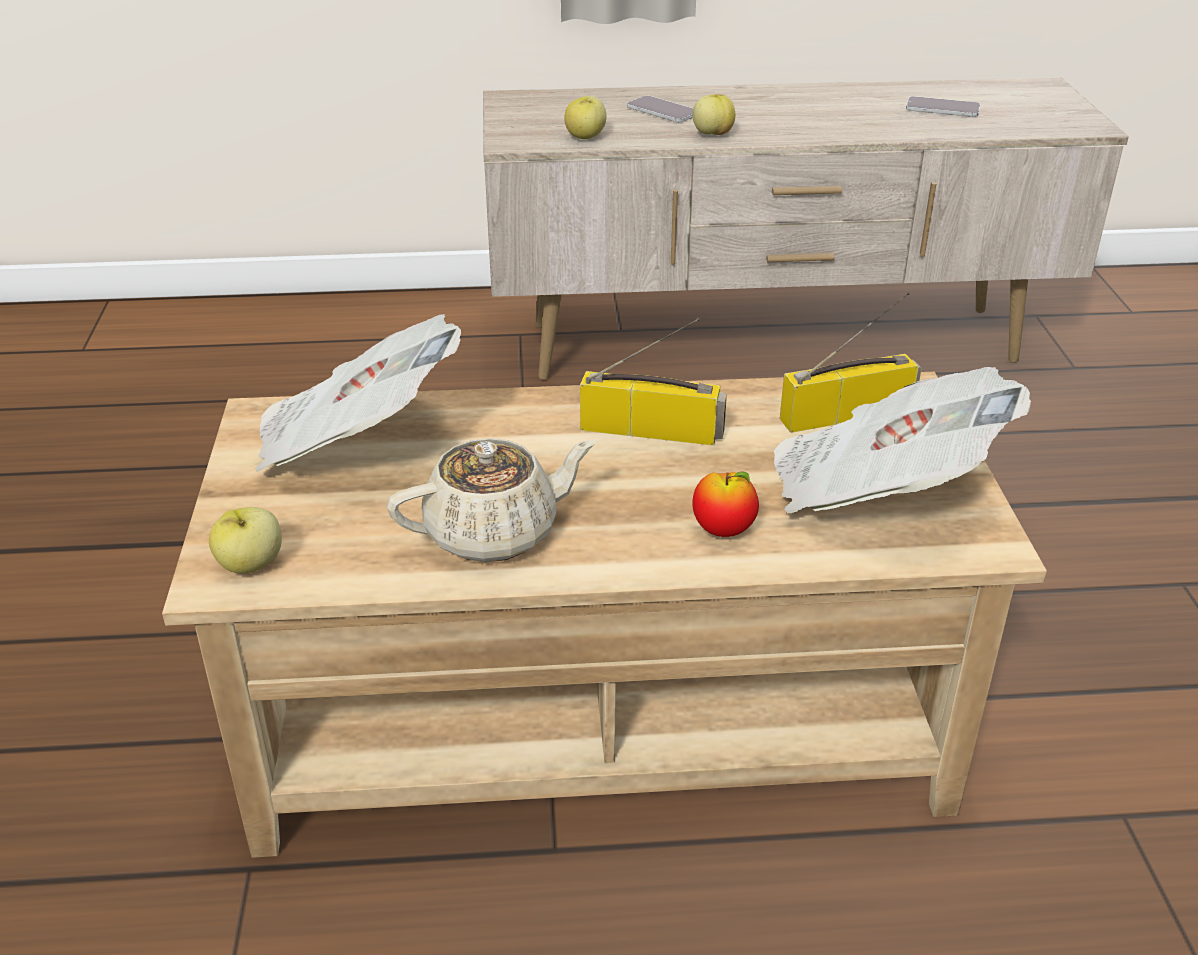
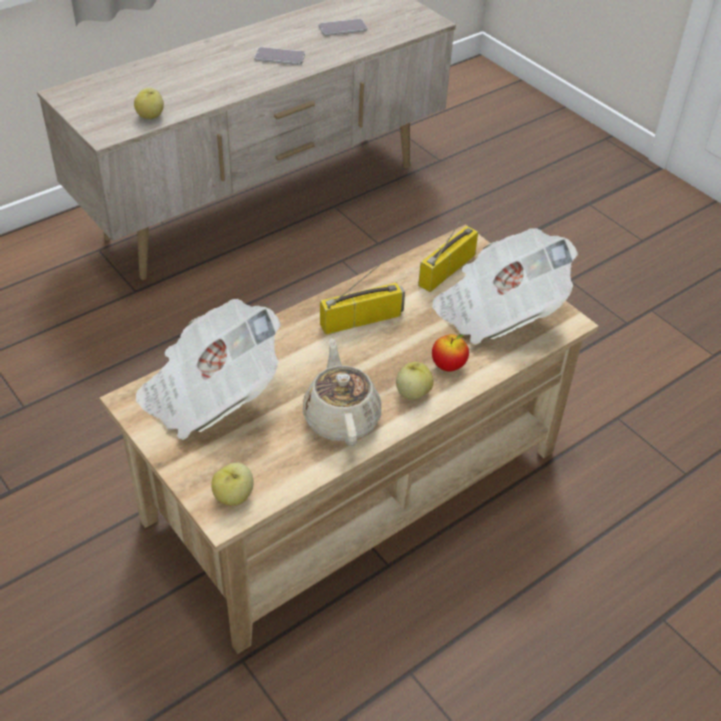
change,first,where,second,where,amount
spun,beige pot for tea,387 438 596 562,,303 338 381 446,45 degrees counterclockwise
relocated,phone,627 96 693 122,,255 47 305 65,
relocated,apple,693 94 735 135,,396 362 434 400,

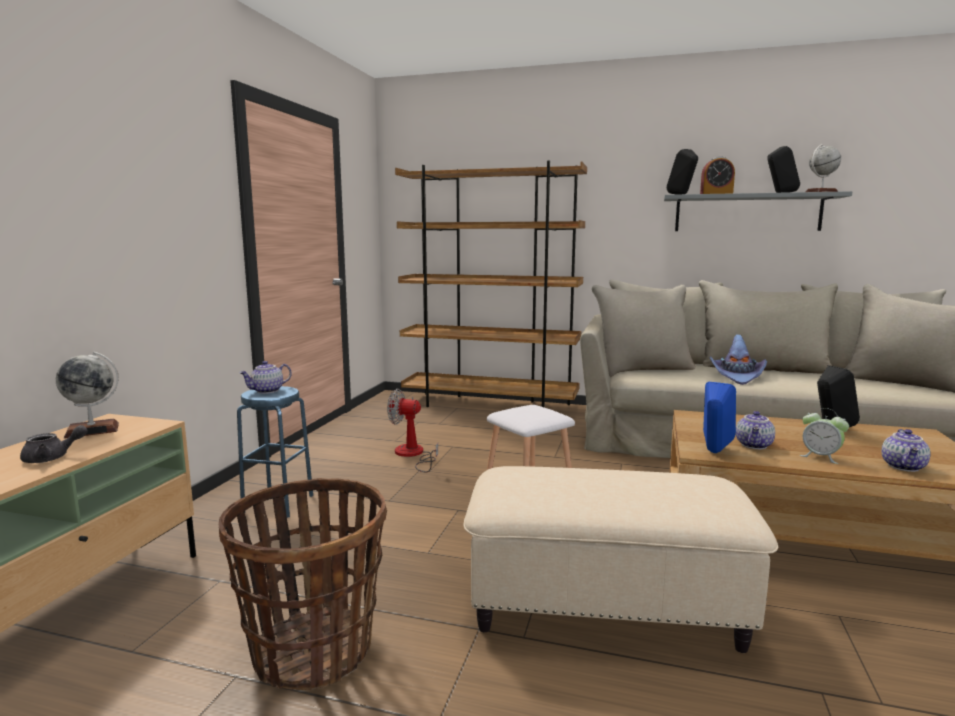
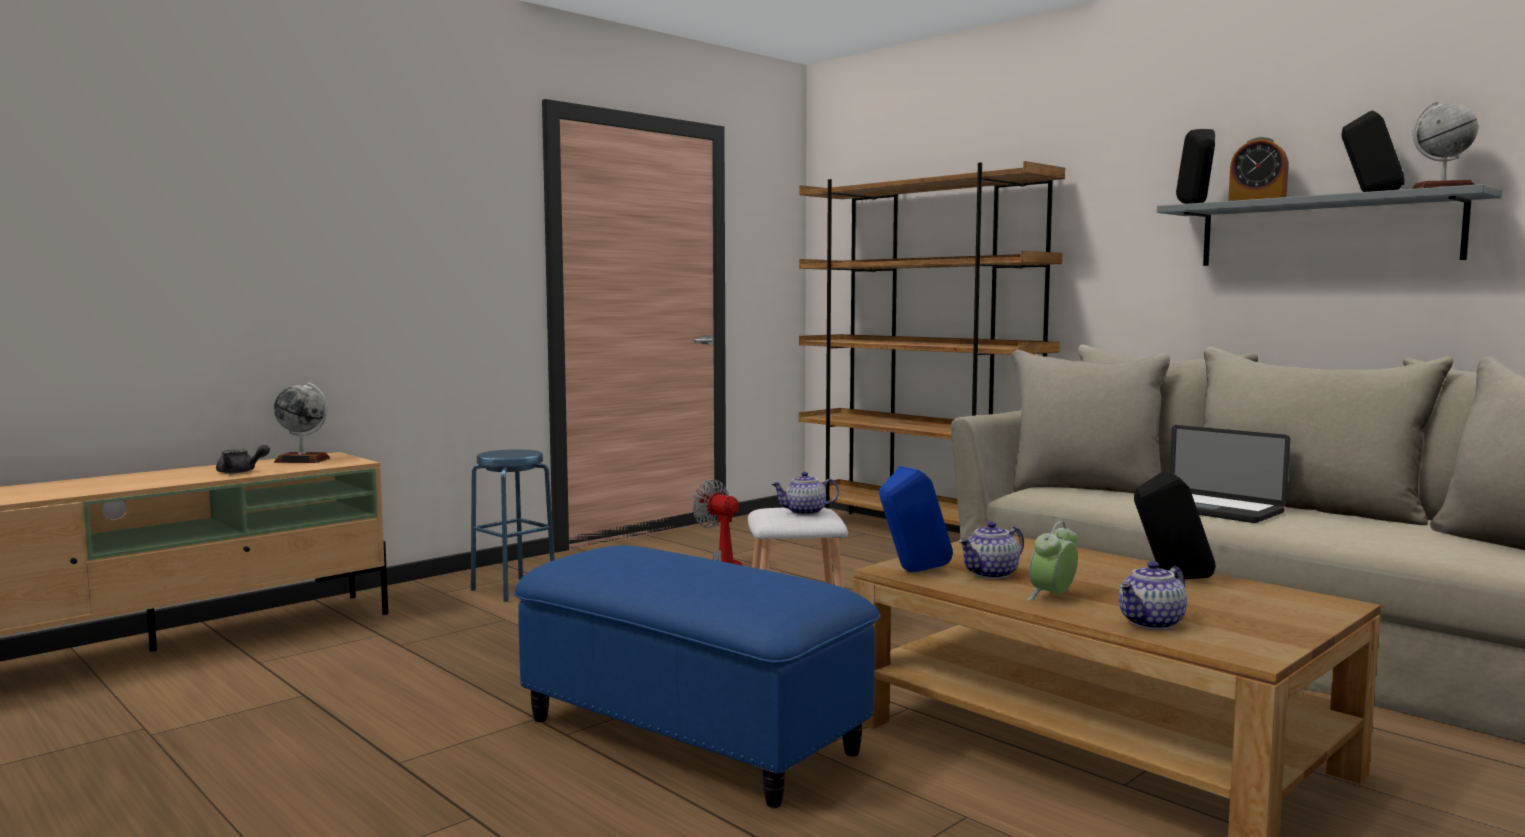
change,first,where,second,where,amount
missing,household basket,219 478 387 690,,,
relocated,pot for tea,240 361 292 394,,772 472 839 515,
colour,beige pouffe,463 466 779 653,bluish pouffe,514 545 880 808,
exchanged,purple-coloured clothing hat,709 335 767 385,laptop,1170 425 1290 523,
spun,table clock,800 408 849 464,,1027 521 1078 600,60 degrees clockwise

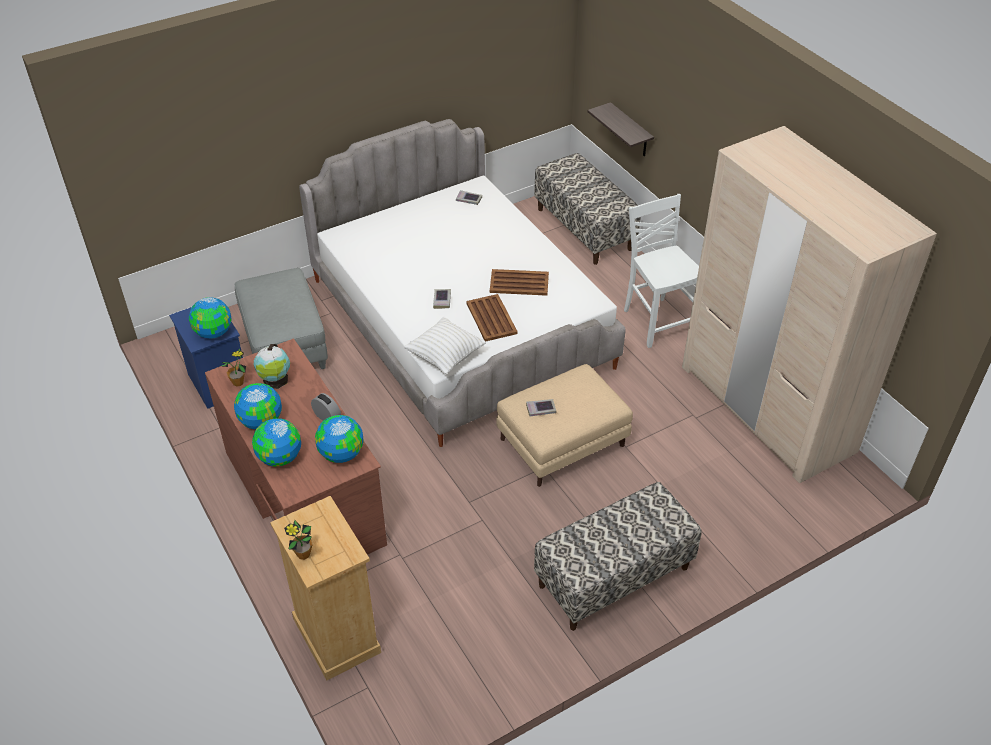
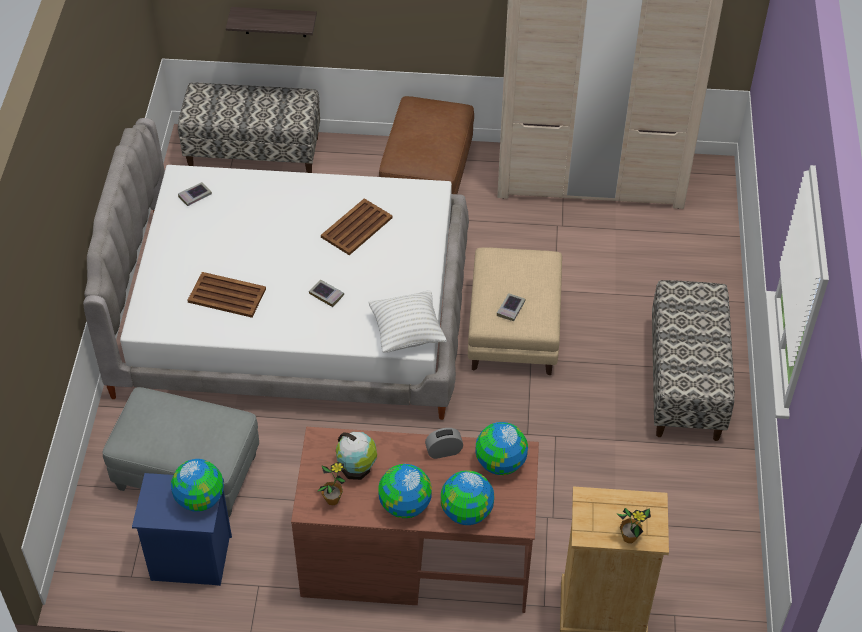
change,first,where,second,where,amount
relocated,brown-coloured carrying tray,466 294 518 342,,187 272 266 318,
exchanged,white-coloured plain chair,624 194 699 348,brown-coloured pouffe,379 96 474 194,

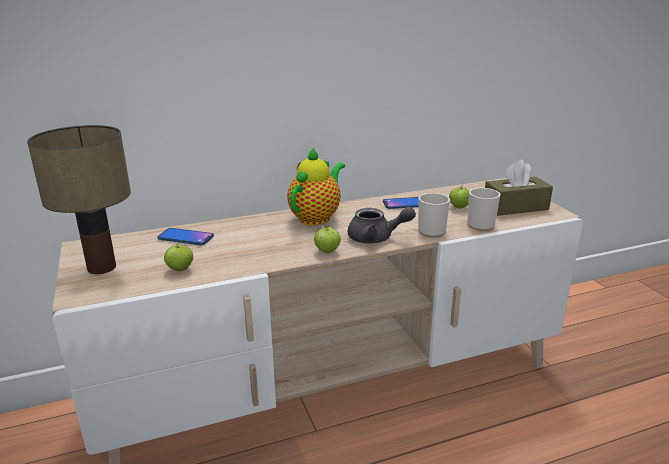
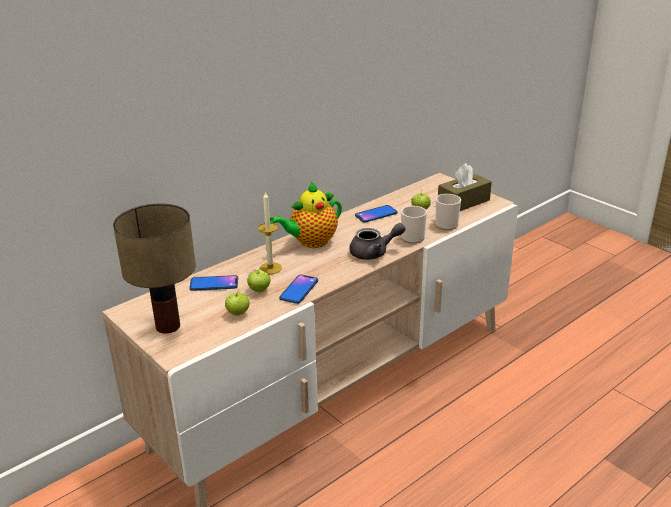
change,first,where,second,where,amount
spun,pot for tea,287 148 345 226,,270 182 342 248,135 degrees counterclockwise
relocated,apple,314 224 341 253,,247 269 270 292,
appeared,,,wax candle,258 191 282 274,
appeared,,,phone,279 275 318 304,

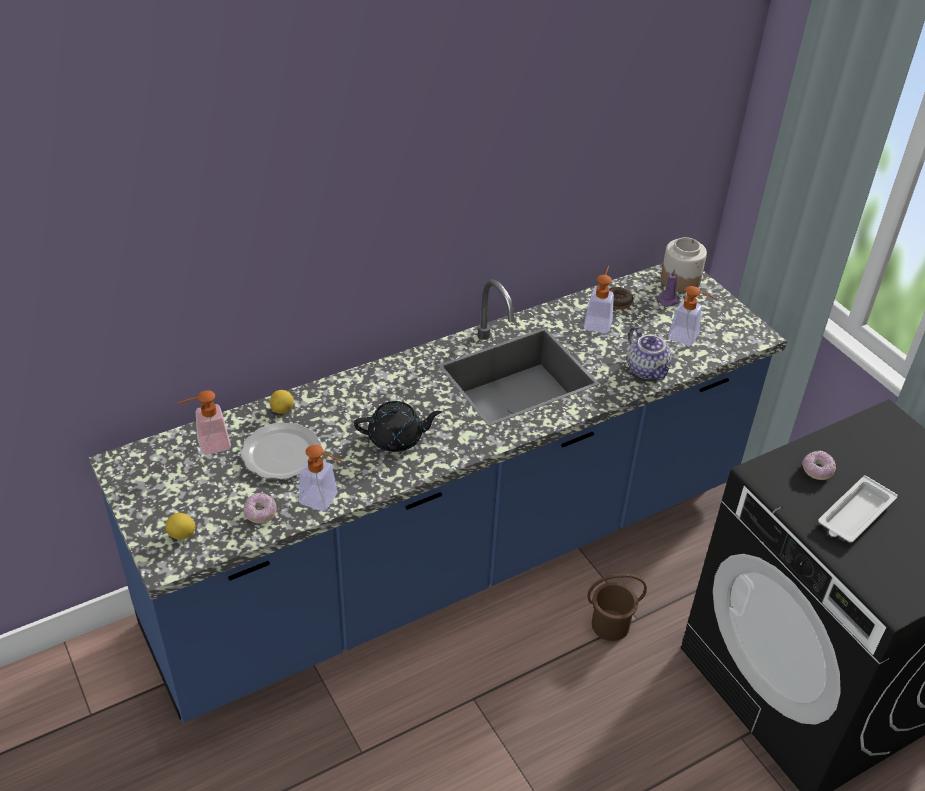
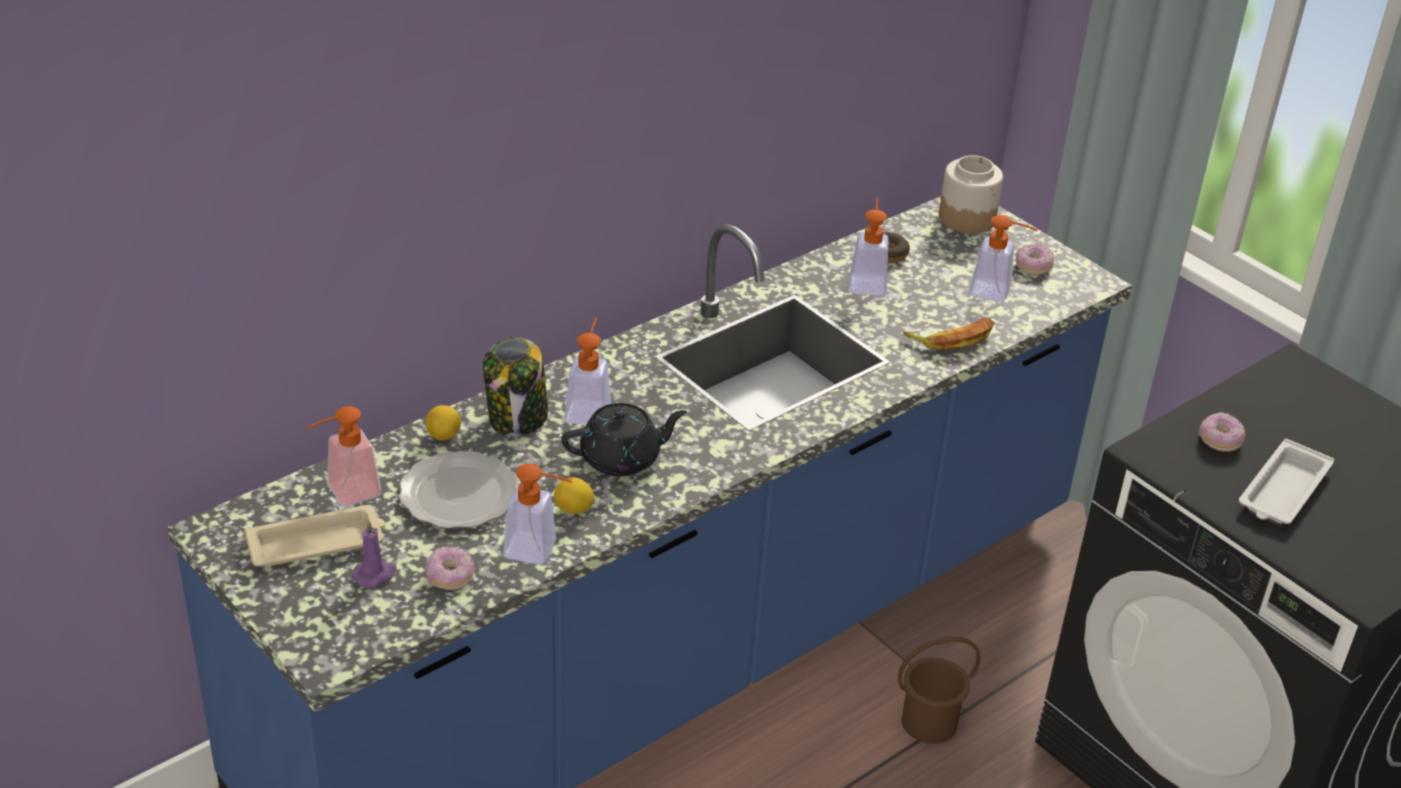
change,first,where,second,where,amount
relocated,lemon,165 513 196 539,,554 477 594 514,
exchanged,pot for tea,627 326 673 380,whole banana,903 317 994 350,
relocated,purple-coloured wax candle,657 269 680 306,,352 520 397 588,
appeared,,,beige carrying tray,244 505 385 566,
appeared,,,preserve jar,483 337 548 437,
appeared,,,soap bottle,565 318 611 425,
appeared,,,doughnut,1016 244 1054 275,

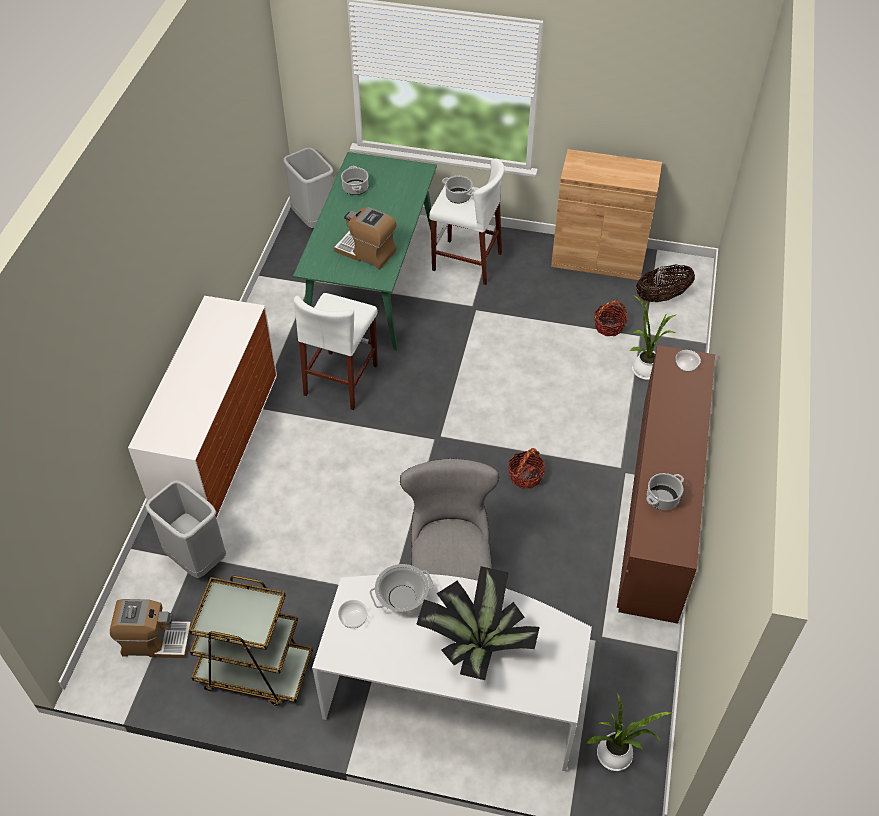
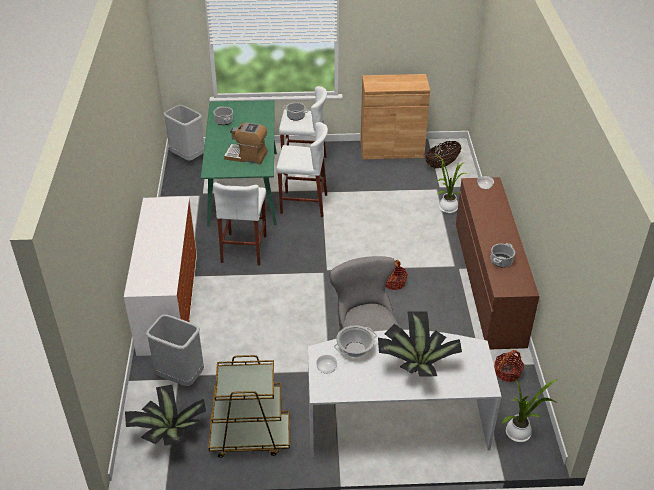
change,first,where,second,where,amount
exchanged,coffee maker,110 599 191 658,houseplant,125 385 206 446,
relocated,household basket,594 300 628 336,,494 350 524 382,
appeared,,,white-coloured sitting stool,277 122 328 217,

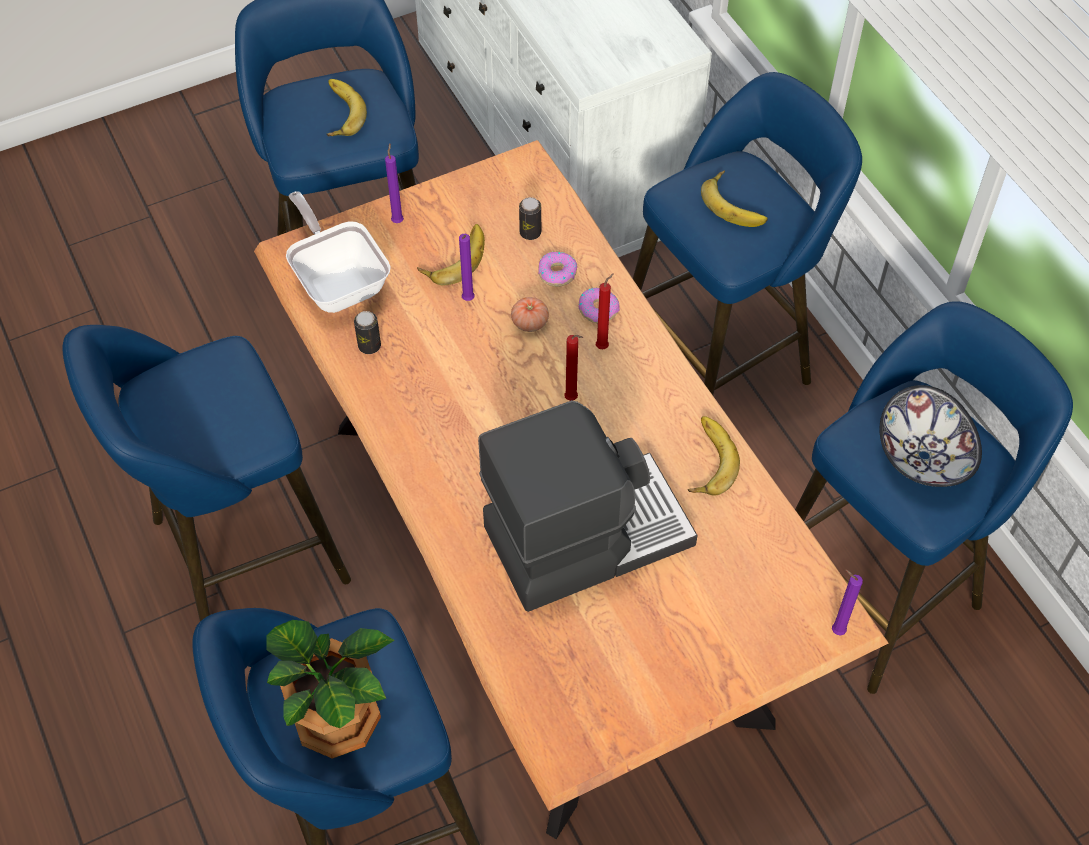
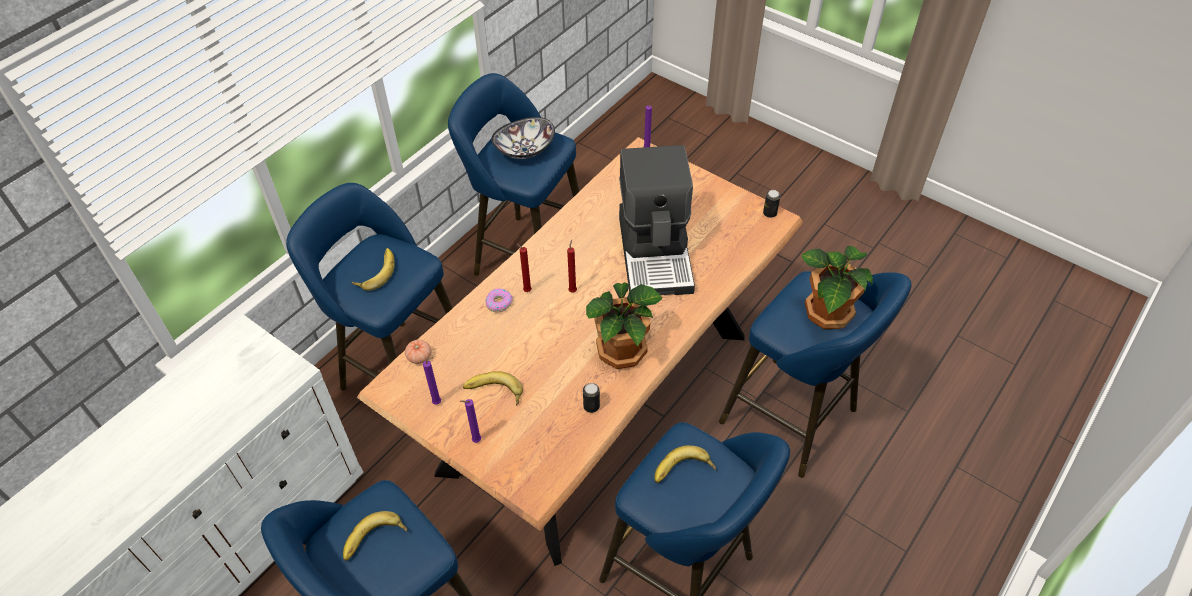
change,first,where,second,where,amount
missing,skillet,286 191 391 313,,,
relocated,purple-coloured wax candle,459 234 475 301,,423 356 441 405,
spun,coffee maker,478 400 698 612,,619 145 695 295,135 degrees counterclockwise
relocated,fresh tomato,511 297 549 332,,405 340 431 364,
relocated,metal can,519 197 541 240,,763 190 781 218,
missing,doughnut,538 252 578 287,,,
relocated,whole banana,688 416 740 495,,654 445 716 483,
appeared,,,houseplant,586 282 662 369,

